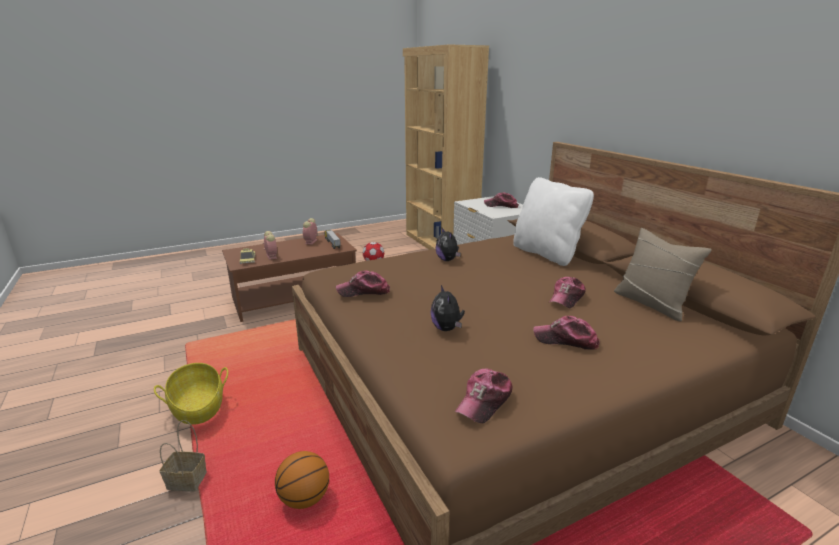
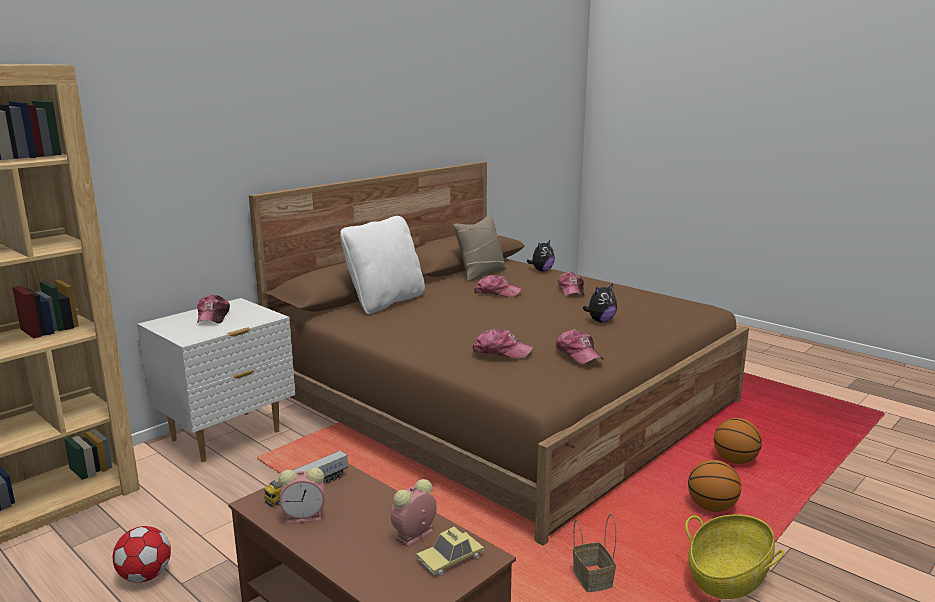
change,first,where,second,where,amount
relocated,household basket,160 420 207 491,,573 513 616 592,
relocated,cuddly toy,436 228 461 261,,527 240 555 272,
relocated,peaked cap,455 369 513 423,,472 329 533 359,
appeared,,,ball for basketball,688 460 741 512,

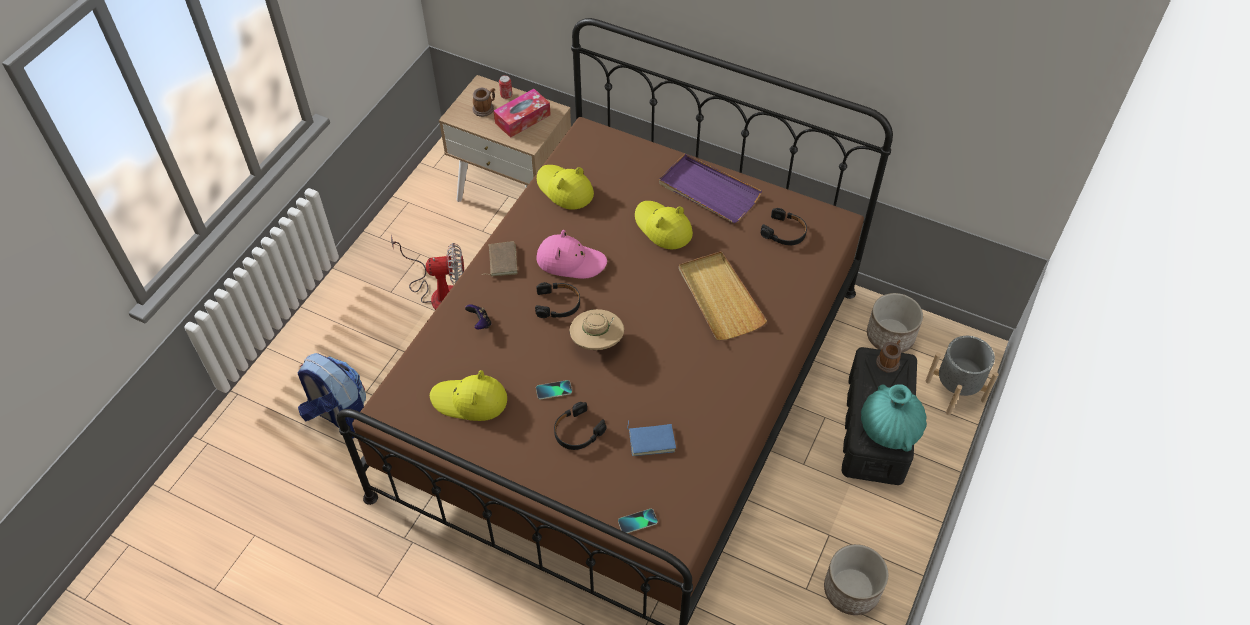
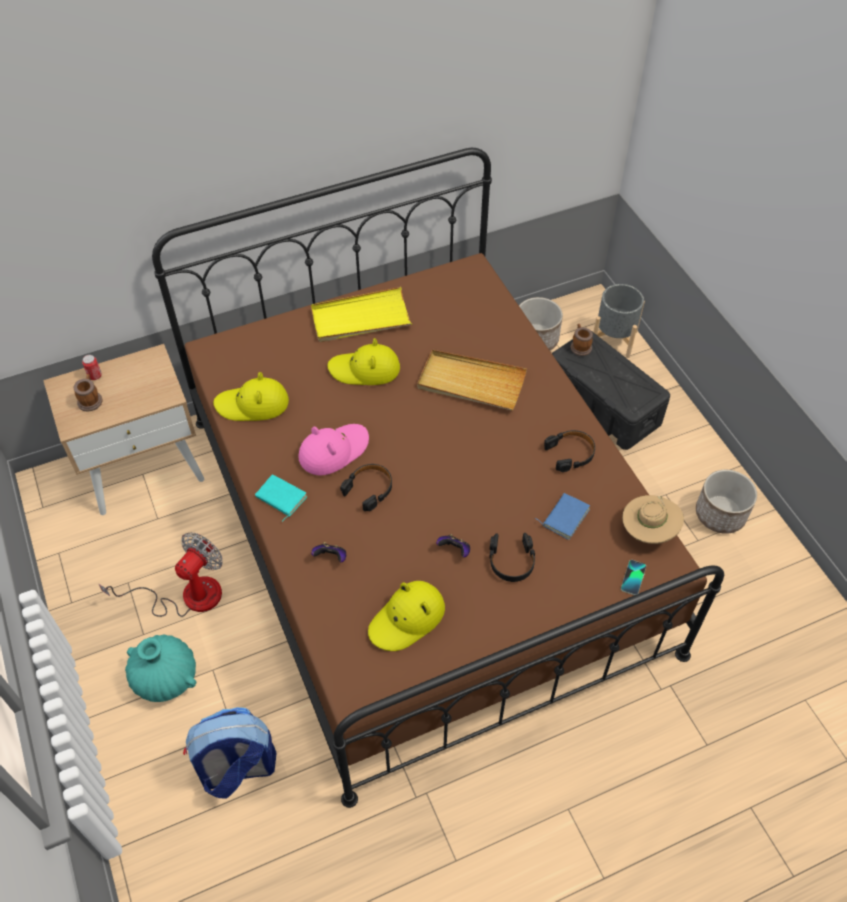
change,first,where,second,where,amount
colour,brown-coloured volume,482 241 518 276,turquoise volume,255 474 308 521,
missing,tissue holder,494 89 551 138,,,
exchanged,phone,536 380 572 399,joypad,436 534 470 557,
relocated,beige clothing hat,570 309 624 350,,622 495 684 544,
colour,purple-coloured carrying tray,659 154 762 223,yellow-coloured carrying tray,311 287 412 342,
relocated,blackish headset,761 208 807 245,,544 430 595 472,
relocated,turquoise decorative vase,861 384 927 452,,125 635 196 702,

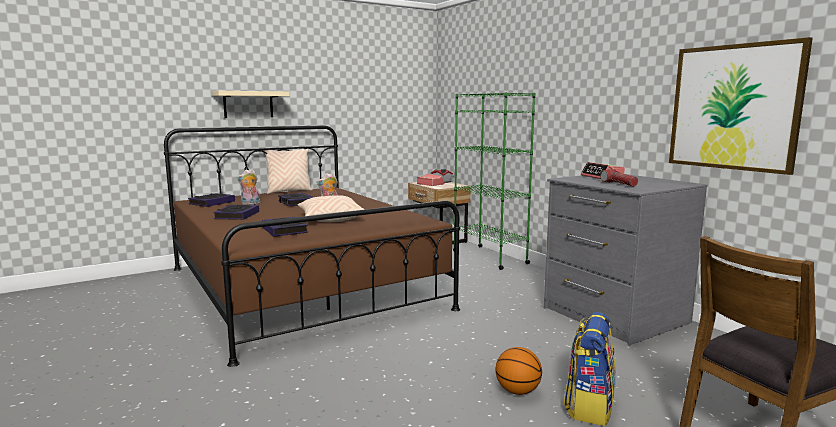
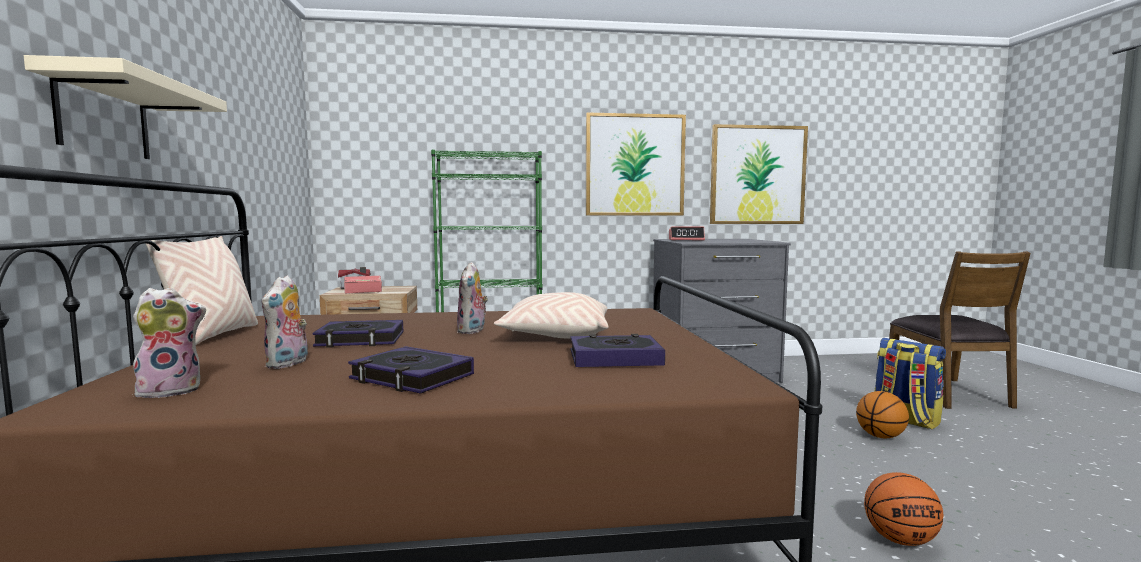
change,first,where,second,where,amount
exchanged,volume,188 193 235 207,cuddly toy,131 288 206 398,
missing,hand torch,600 169 638 186,,,
appeared,,,wall art,586 112 686 215,
appeared,,,ball for basketball,864 472 943 546,

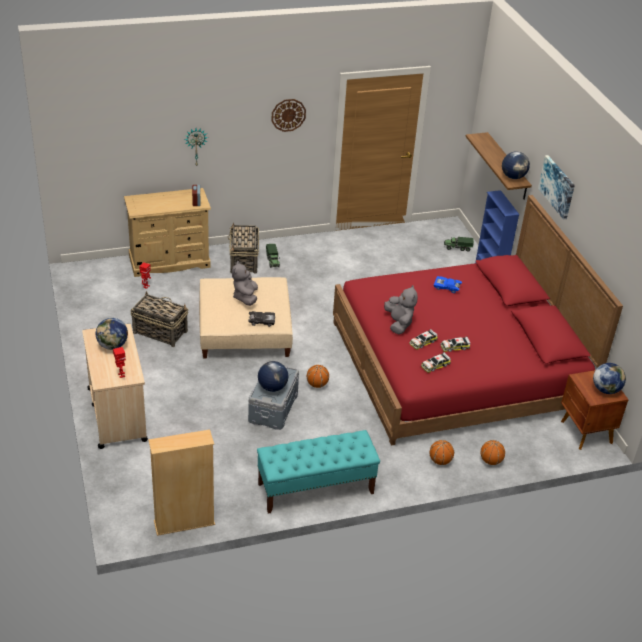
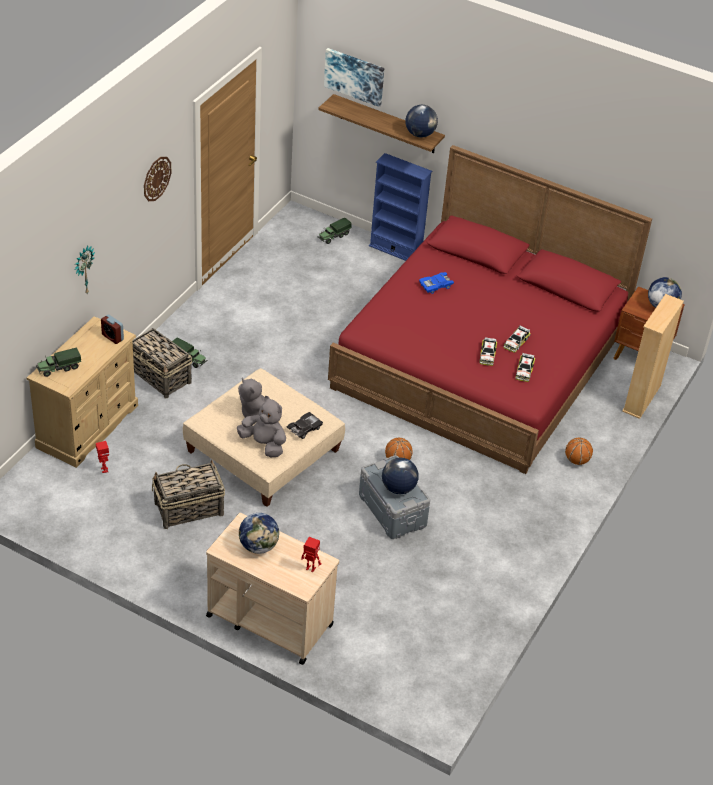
change,first,where,second,where,amount
relocated,beige bookcase,148 430 215 536,,622 294 684 419,
missing,turquoise bench,257 430 380 514,,,
relocated,gray cuddly toy,384 285 418 334,,237 396 286 457,
missing,ball for basketball,481 440 505 465,,,
relocated,wall art,538 155 575 219,,324 48 384 107,
appeared,,,toy lorry,36 347 81 377,

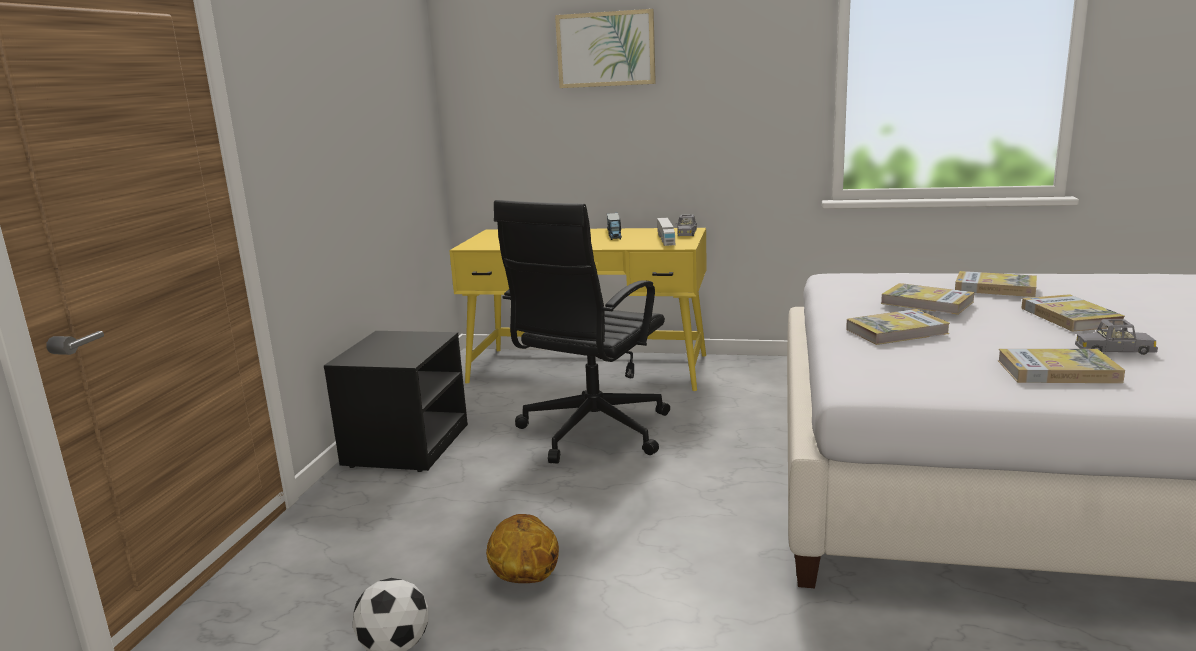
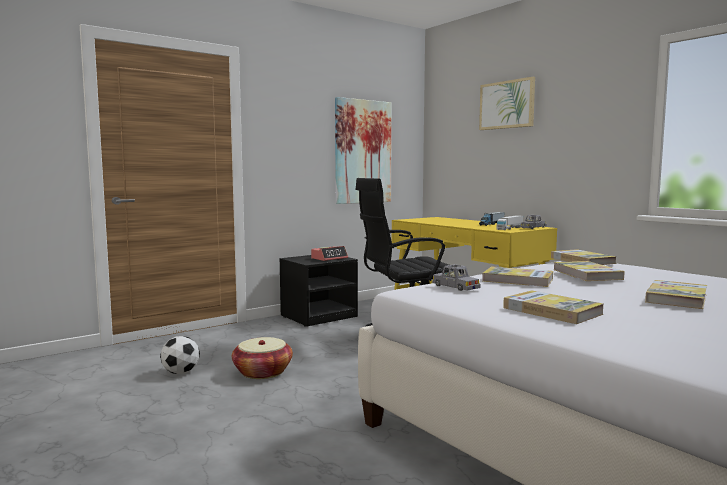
change,first,where,second,where,amount
exchanged,ball for basketball,486 514 559 583,household basket,232 337 293 379,
relocated,volume,955 271 1037 297,,551 249 617 265,
relocated,gray model car,1075 319 1158 355,,432 264 481 291,
appeared,,,table clock,311 246 348 261,
appeared,,,wall art,335 97 391 204,

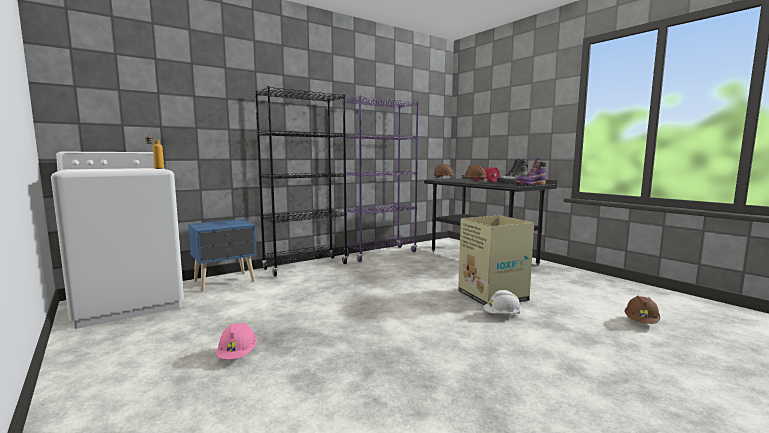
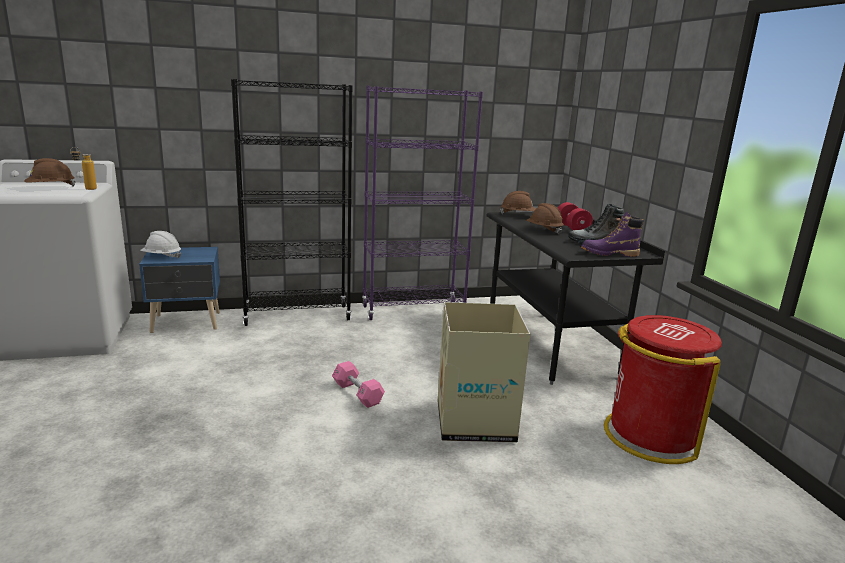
change,first,where,second,where,amount
missing,pinkish hard hat,216 323 257 360,,,
relocated,white-coloured hard hat,483 290 522 314,,140 231 181 259,
relocated,brown-coloured hard hat,624 296 660 324,,24 158 76 187,
appeared,,,pinkish dumbbell,332 361 385 408,
appeared,,,reddish rubbish bin,604 315 722 464,

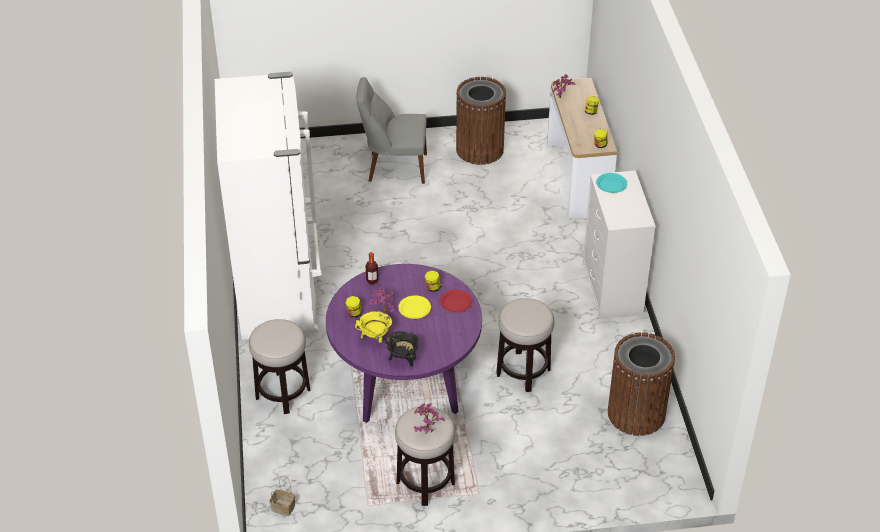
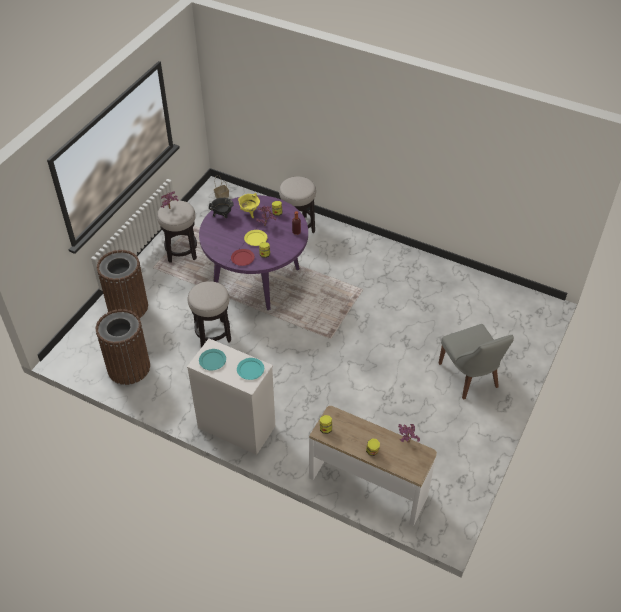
change,first,where,second,where,amount
missing,white-coloured kitchen fridge,215 72 322 340,,,
spun,gray plain chair,357 77 427 184,,439 324 514 400,120 degrees clockwise
relocated,brown-coloured rubbish bin,456 77 506 165,,97 250 148 318,
appeared,,,turquoise flat dish,199 349 226 370,

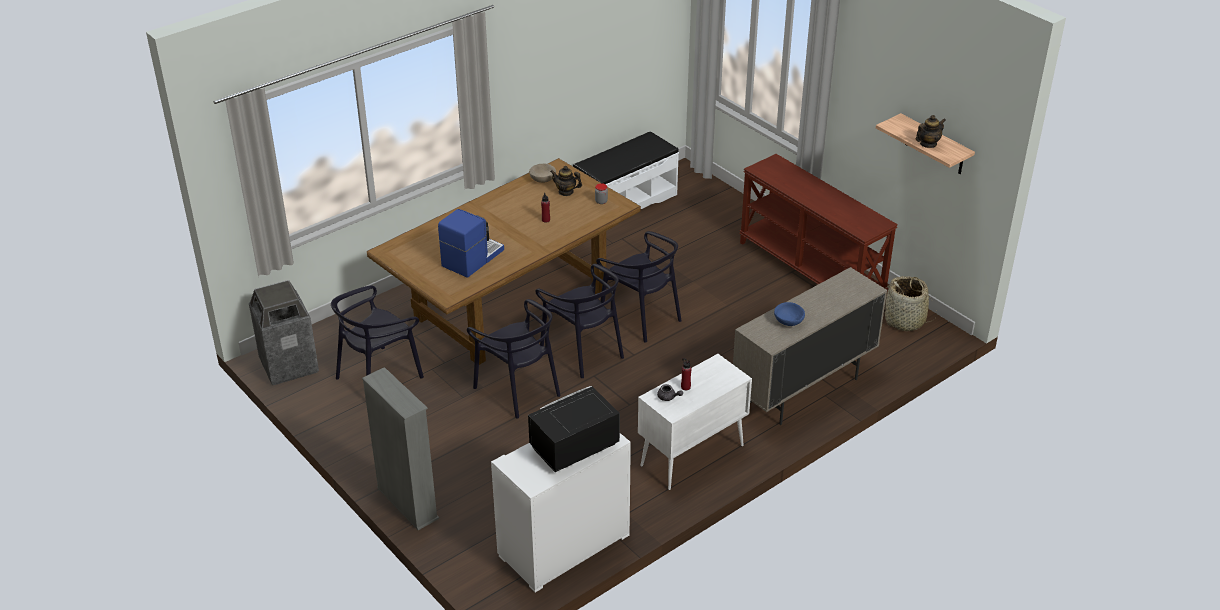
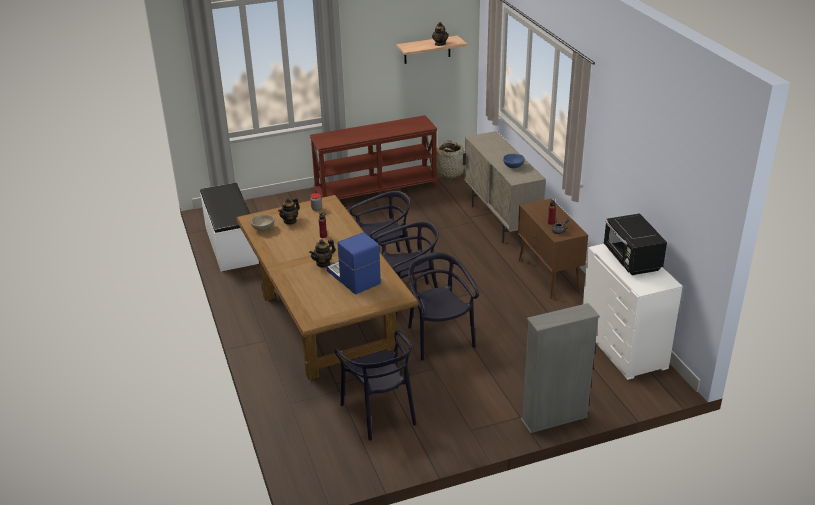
change,first,where,second,where,amount
missing,rubbish bin,249 280 319 385,,,
spun,blackish plain chair,467 299 561 418,,408 252 479 361,90 degrees counterclockwise
colour,white-coloured cabinet,638 354 752 490,brown-coloured cabinet,518 198 588 299,
appeared,,,pot for tea,309 239 335 268,

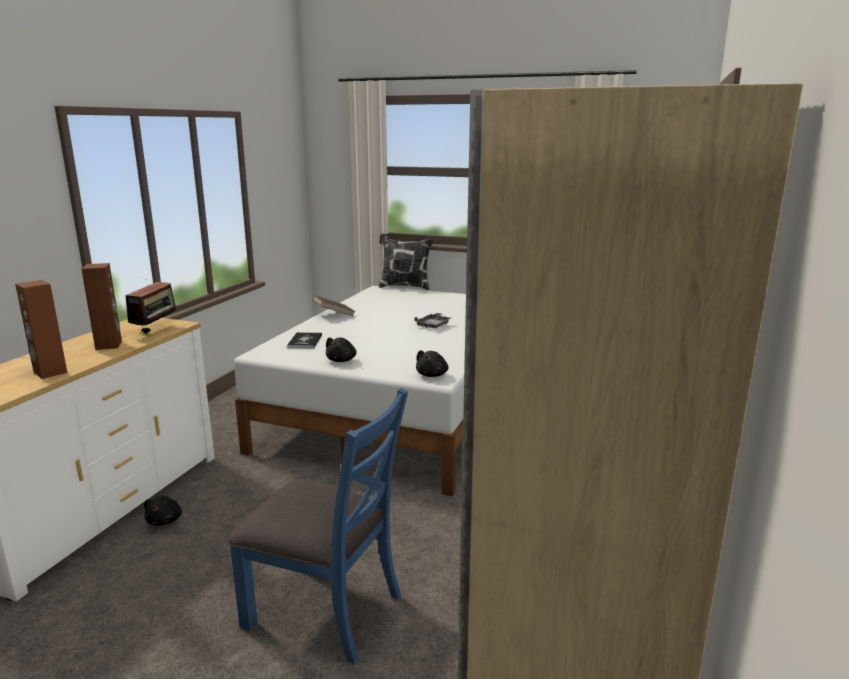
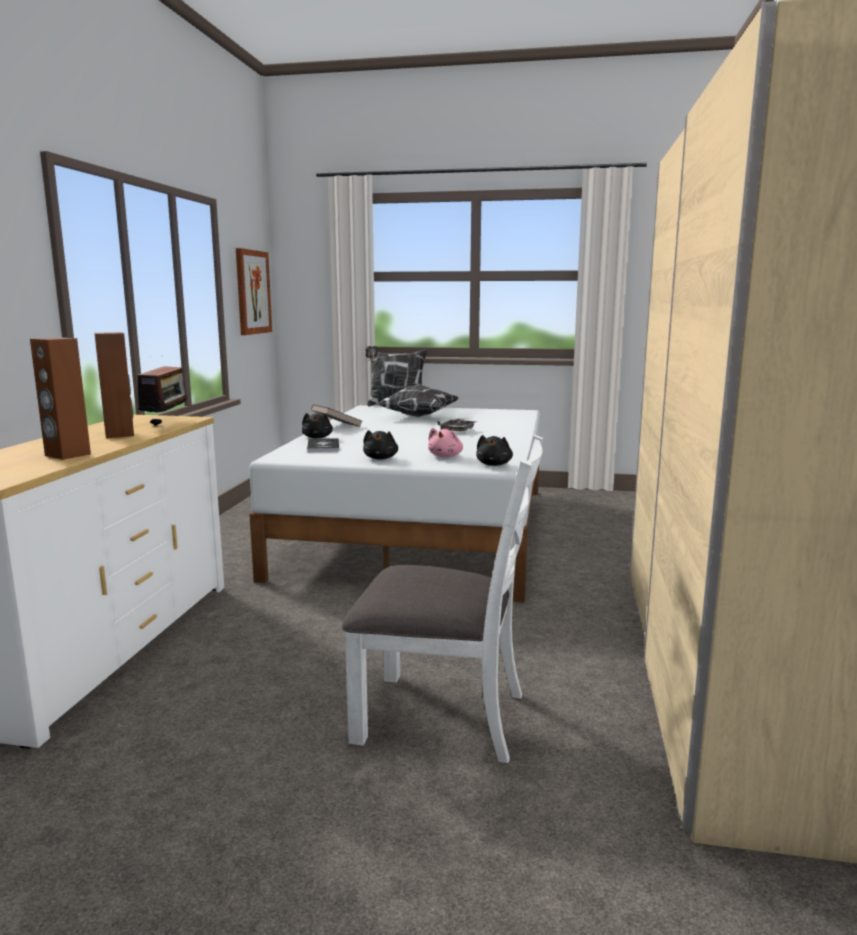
change,first,where,second,where,amount
relocated,blackish cuddly toy,144 496 182 526,,302 413 333 439,
colour,bluish plain chair,228 388 408 664,white-coloured plain chair,342 435 543 763,
appeared,,,wall art,236 248 272 335,
appeared,,,throw pillow,377 385 459 417,
appeared,,,pinkish cuddly toy,428 428 463 457,

